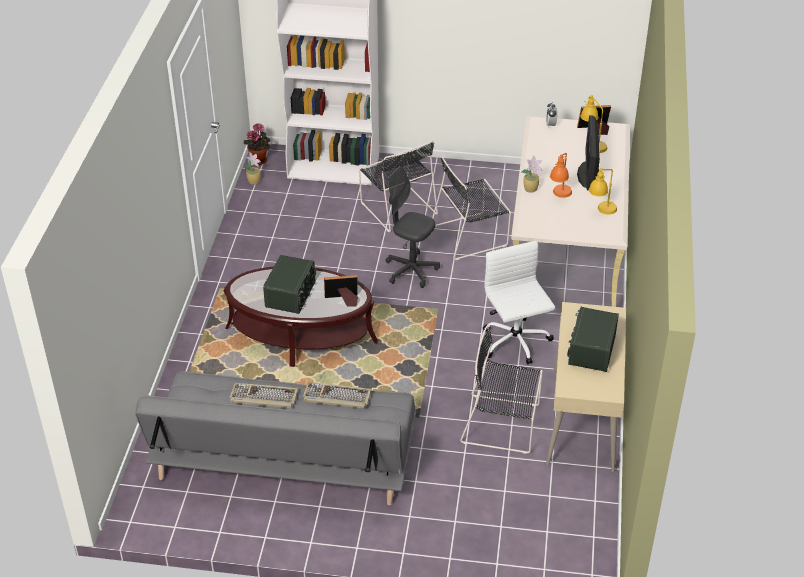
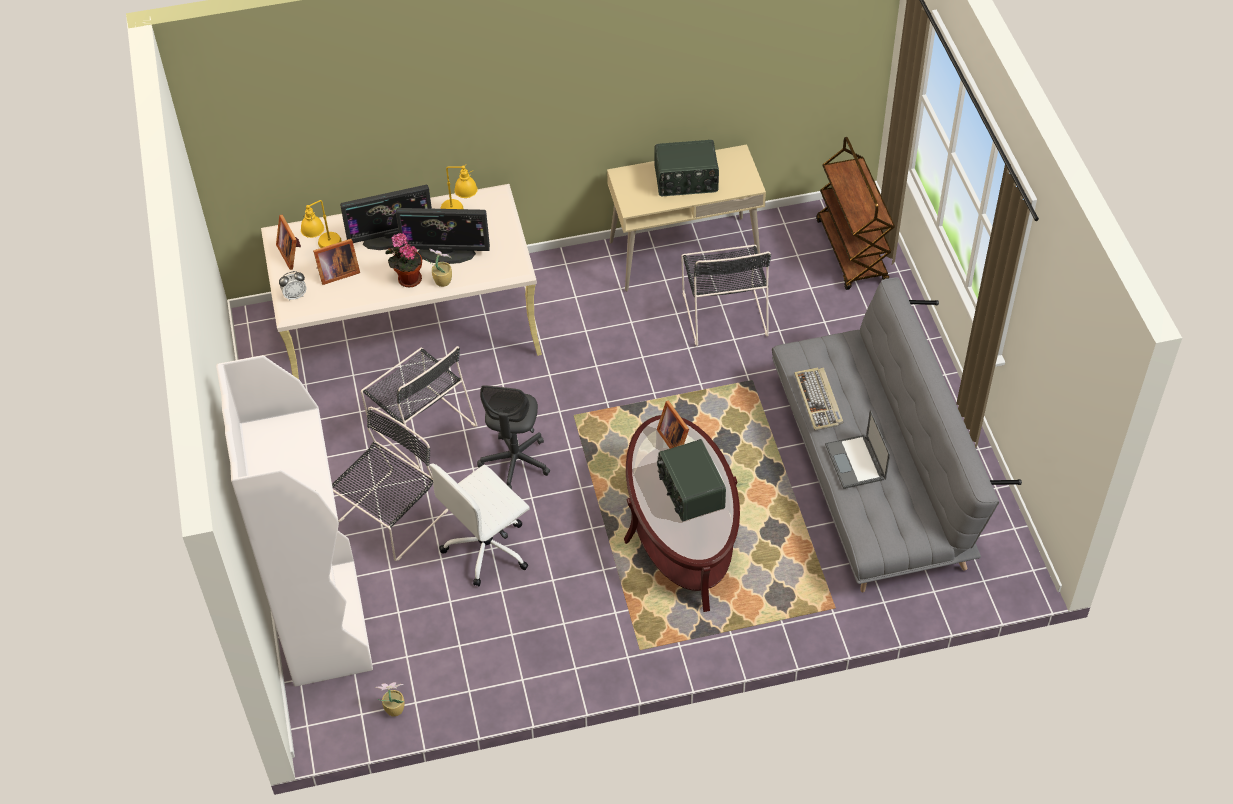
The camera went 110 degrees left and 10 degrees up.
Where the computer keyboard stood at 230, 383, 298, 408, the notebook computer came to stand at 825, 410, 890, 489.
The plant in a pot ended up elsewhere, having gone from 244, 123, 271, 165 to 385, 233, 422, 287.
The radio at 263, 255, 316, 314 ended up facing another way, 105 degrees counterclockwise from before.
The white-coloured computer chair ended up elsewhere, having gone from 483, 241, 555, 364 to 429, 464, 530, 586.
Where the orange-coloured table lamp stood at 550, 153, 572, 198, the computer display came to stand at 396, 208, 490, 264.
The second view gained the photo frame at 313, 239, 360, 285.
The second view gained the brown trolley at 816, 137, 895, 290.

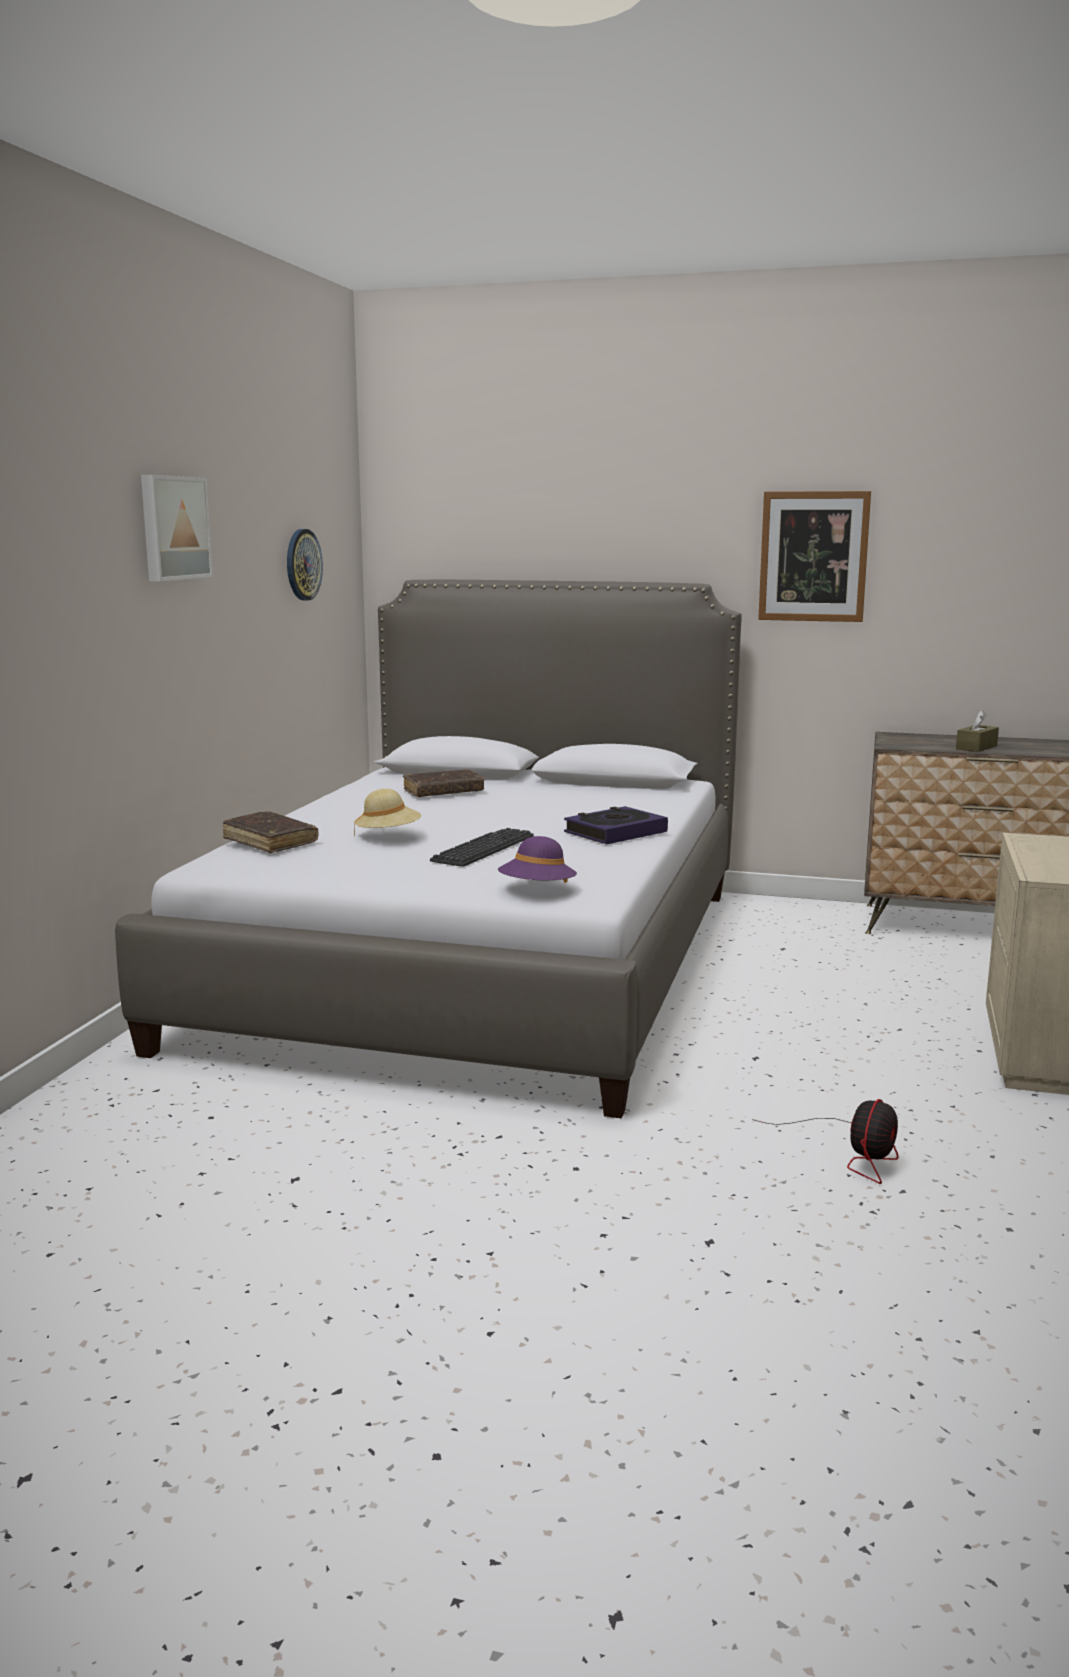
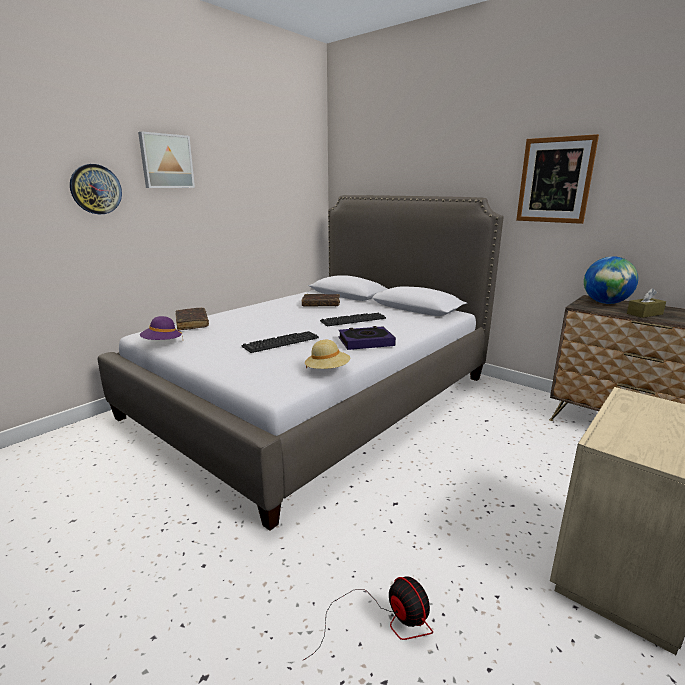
The camera went 25 degrees right and 5 degrees up.
The hanging clock ended up elsewhere, having gone from 287, 529, 323, 601 to 70, 164, 122, 214.
The beige-coloured wearable hat ended up elsewhere, having gone from 354, 789, 421, 836 to 305, 340, 351, 369.
The purplish wearable hat ended up elsewhere, having gone from 498, 836, 577, 883 to 140, 316, 183, 340.
The electric fan at 752, 1099, 899, 1184 ended up facing another way, 90 degrees counterclockwise from before.
The second view gained the computer keyboard at 320, 313, 386, 326.
The second view gained the desk globe at 584, 256, 638, 304.

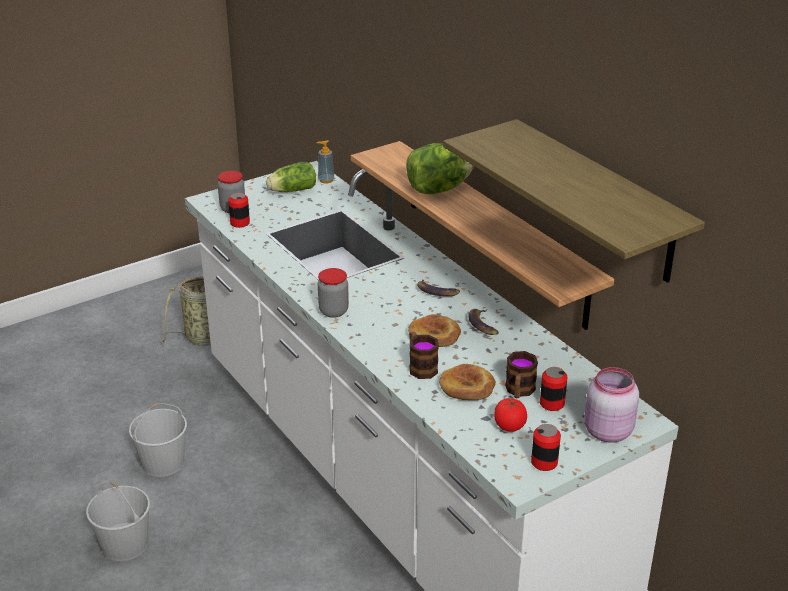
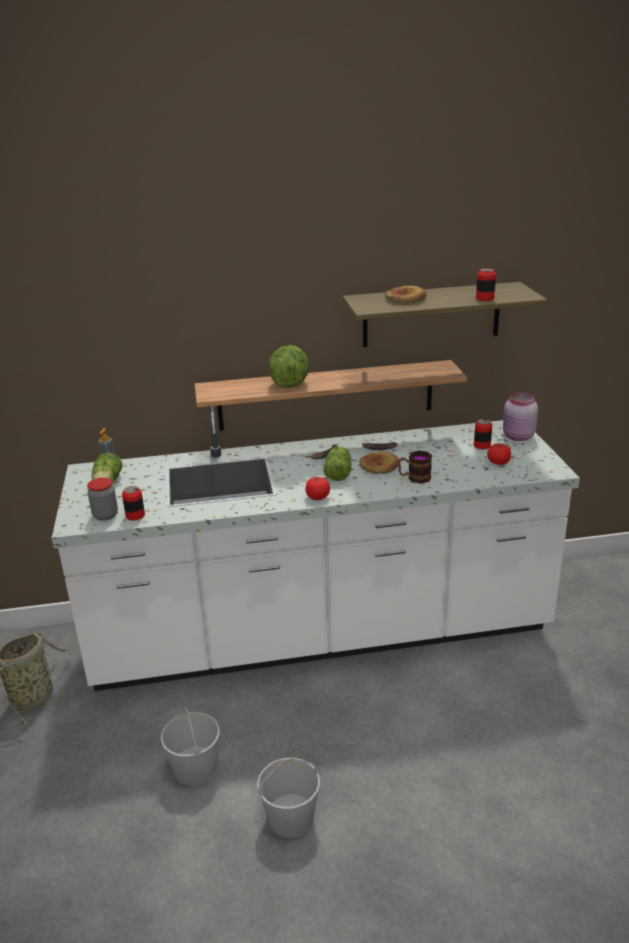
The camera went 65 degrees left and 5 degrees down.
Where the storage jar stood at 318, 268, 349, 318, the whole tomato came to stand at 305, 477, 330, 500.
The bakery bread ended up elsewhere, having gone from 439, 364, 496, 400 to 385, 286, 427, 303.
The second view lost the mug at 505, 351, 538, 398.
The sealed can ended up elsewhere, having gone from 531, 424, 561, 471 to 476, 268, 496, 301.
The second view gained the lettuce at 324, 446, 352, 481.

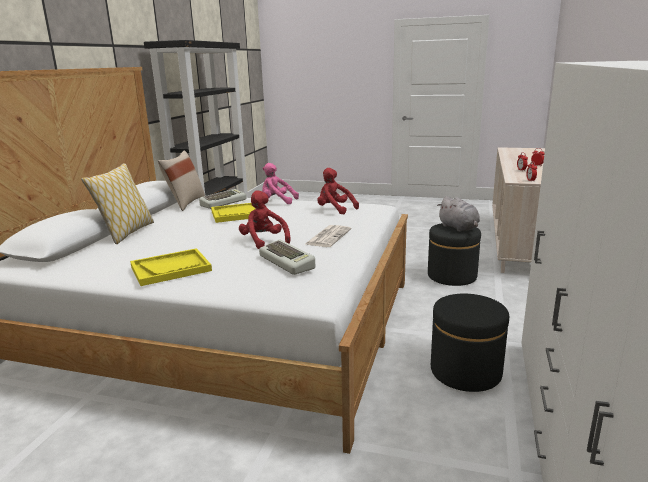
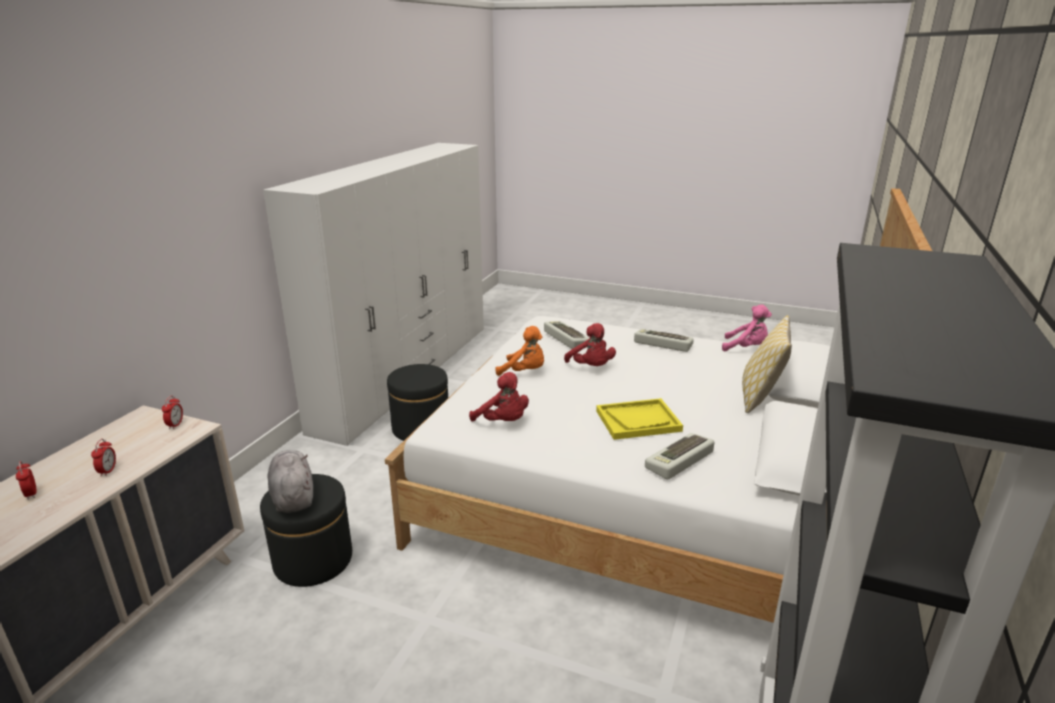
The camera went 175 degrees left and 5 degrees up.
Where the yellow-coloured serving tray stood at 130, 248, 212, 286, the computer keyboard came to stand at 634, 329, 694, 352.
The second view lost the beige-coloured cushion at 158, 150, 205, 211.
The pink plush toy ended up elsewhere, having gone from 262, 163, 299, 204 to 722, 305, 772, 351.
Where the newspaper stood at 306, 225, 351, 247, the orange-coloured plush toy came to stand at 496, 326, 544, 376.

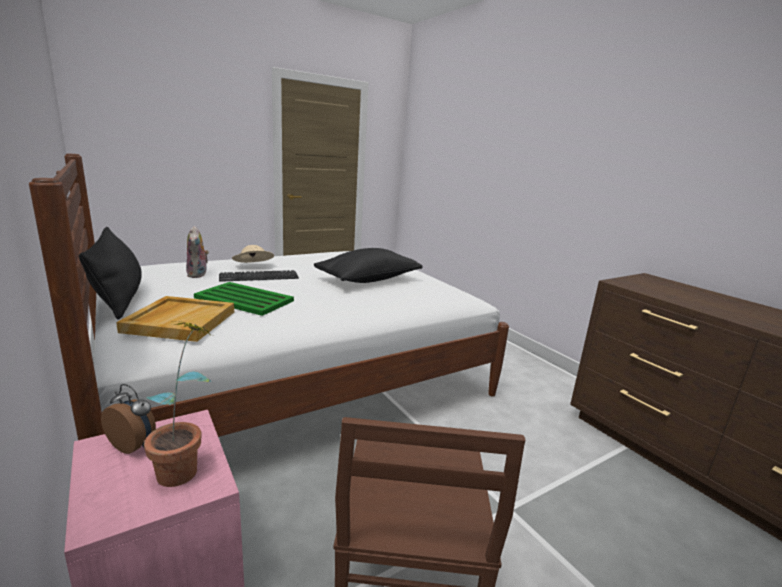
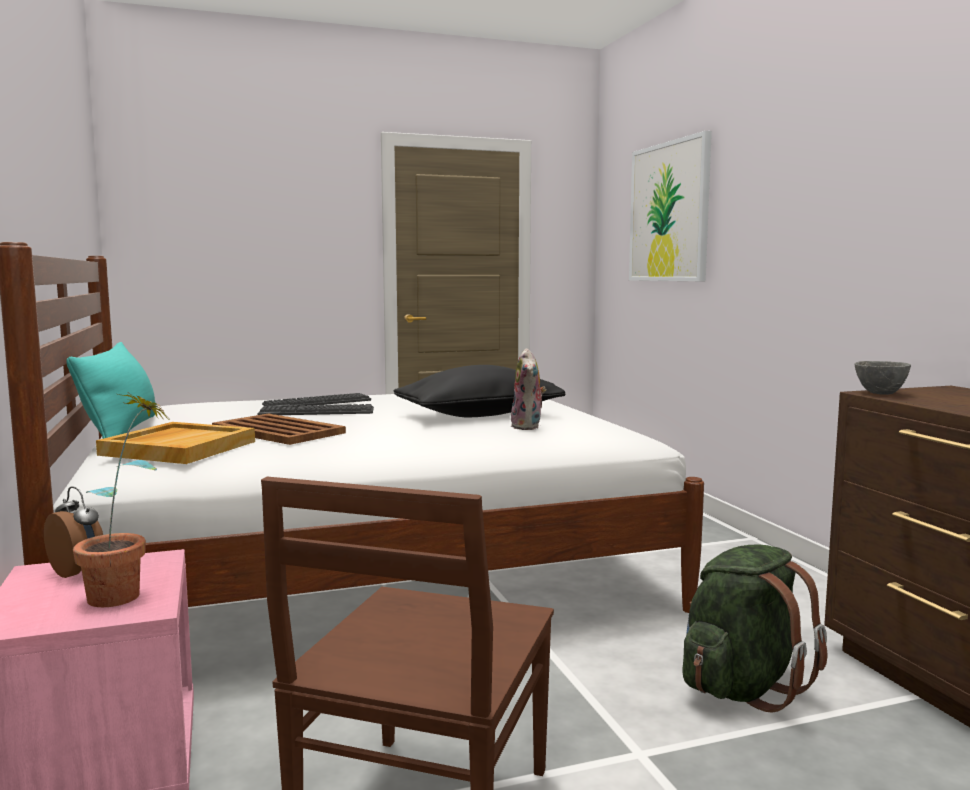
The camera went 15 degrees right and 10 degrees down.
What was the black-coloured cushion at 79, 227, 142, 319 turned into the turquoise-coloured cushion at 66, 342, 156, 439.
The plush toy ended up elsewhere, having gone from 186, 226, 209, 278 to 511, 348, 546, 430.
What was the greenish serving tray at 194, 282, 294, 316 turned into the brown serving tray at 212, 414, 346, 445.
Where the beige-coloured wearable hat stood at 232, 245, 274, 263, the computer keyboard came to stand at 262, 393, 371, 407.
The second view gained the wall art at 629, 131, 712, 281.
The second view gained the greenish knapsack at 682, 544, 828, 713.
The second view gained the grey deep dish at 854, 361, 911, 395.

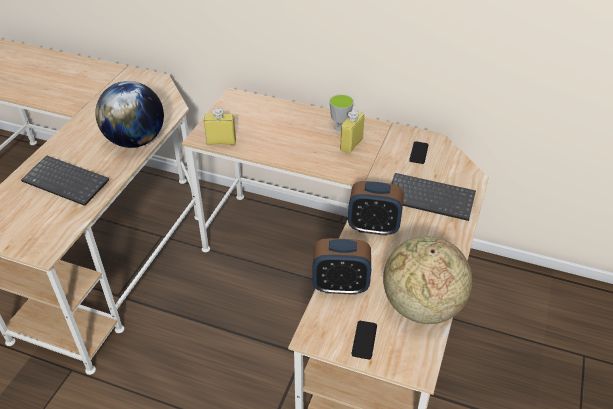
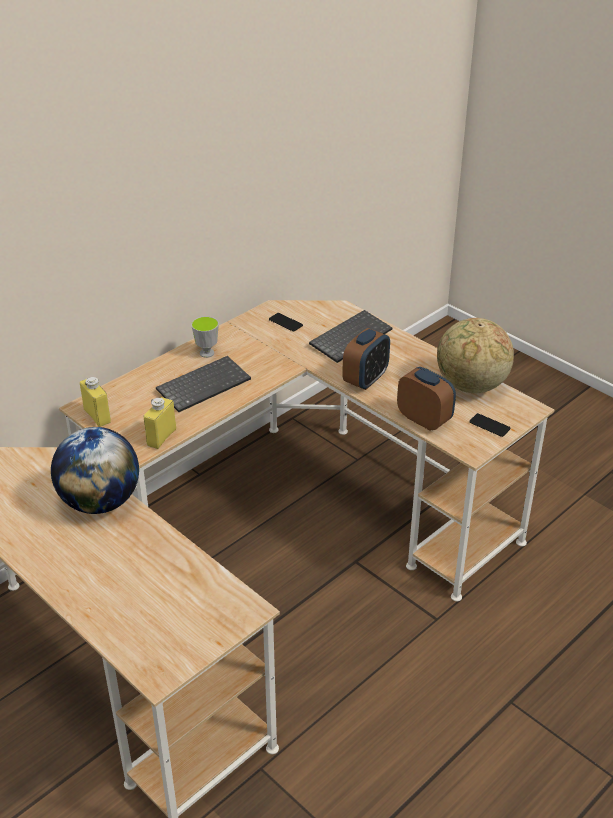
The camera went 65 degrees left and 5 degrees down.
The computer keyboard ended up elsewhere, having gone from 21, 155, 109, 206 to 156, 356, 251, 412.
The table clock at 312, 238, 371, 295 ended up facing another way, 75 degrees counterclockwise from before.
The yellow-coloured bottle ended up elsewhere, having gone from 340, 111, 365, 154 to 80, 377, 111, 427.

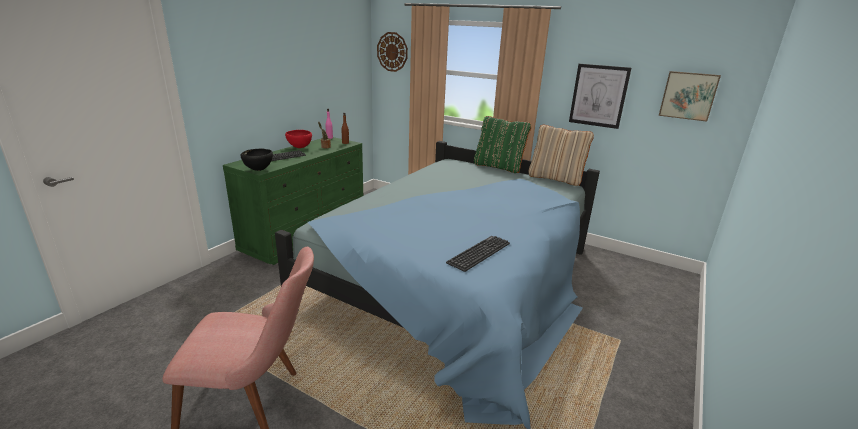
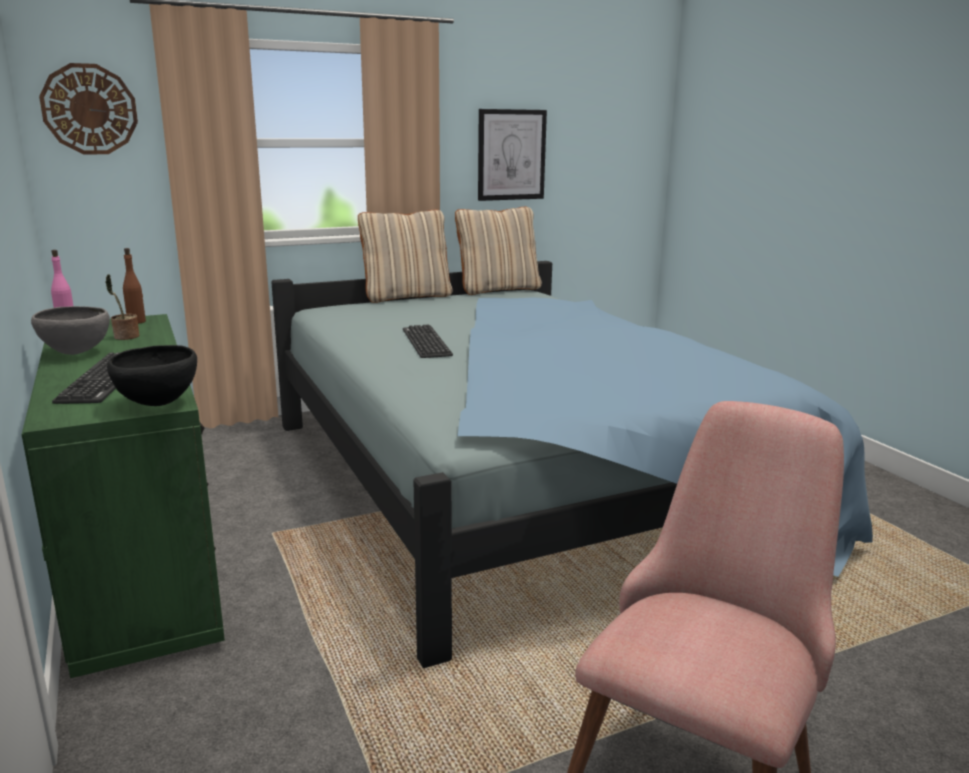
The camera went 55 degrees left and 5 degrees down.
What was the red deep dish at 285, 130, 312, 148 turned into the grey deep dish at 31, 306, 110, 355.
The computer keyboard ended up elsewhere, having gone from 446, 236, 510, 272 to 403, 325, 453, 358.
What was the greenish cushion at 474, 116, 531, 173 turned into the beige-coloured cushion at 358, 210, 452, 303.
The second view lost the wall art at 659, 71, 721, 122.

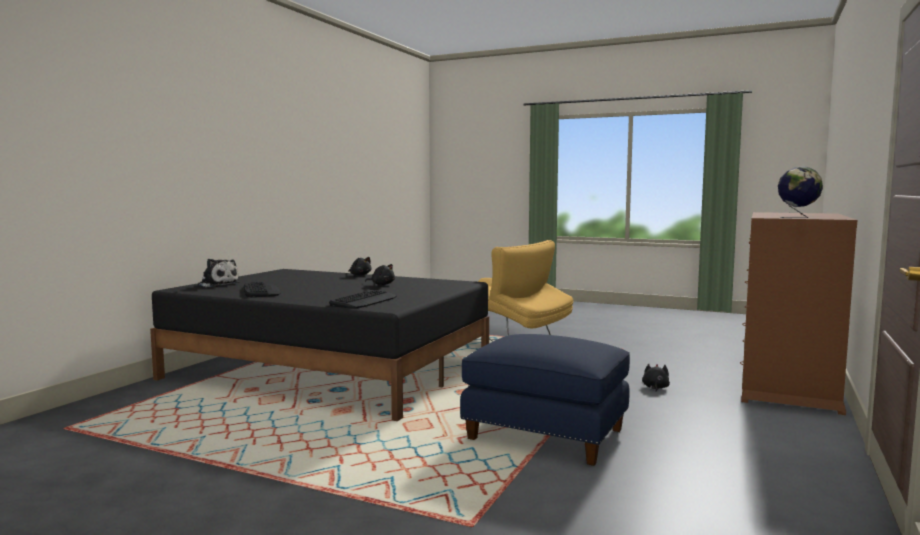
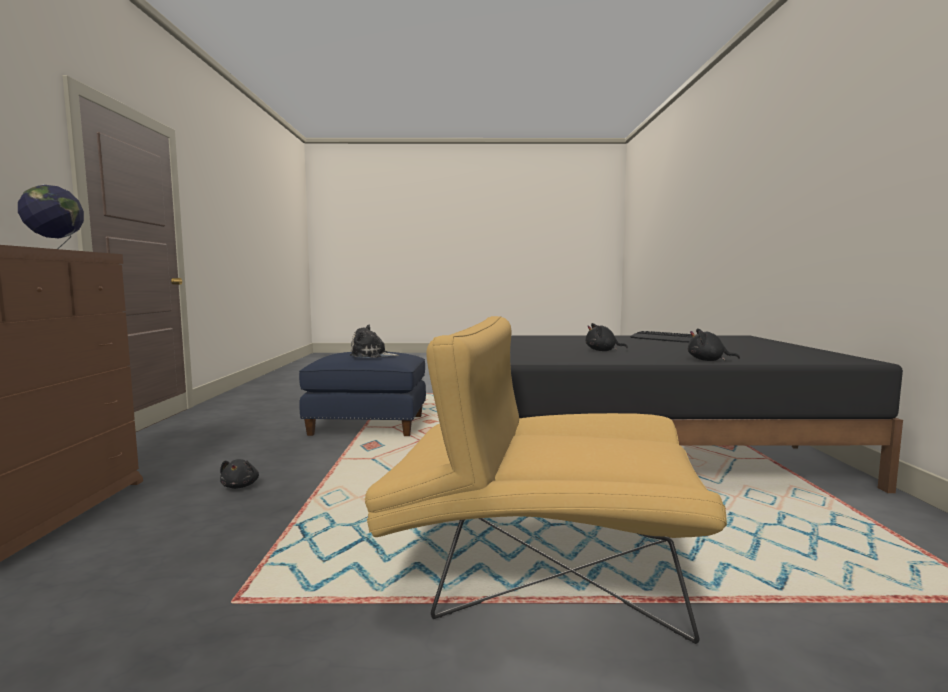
The camera went 155 degrees right and 0 degrees up.
The plush toy ended up elsewhere, having gone from 198, 259, 240, 287 to 350, 325, 399, 358.
The second view lost the computer keyboard at 329, 290, 397, 308.

